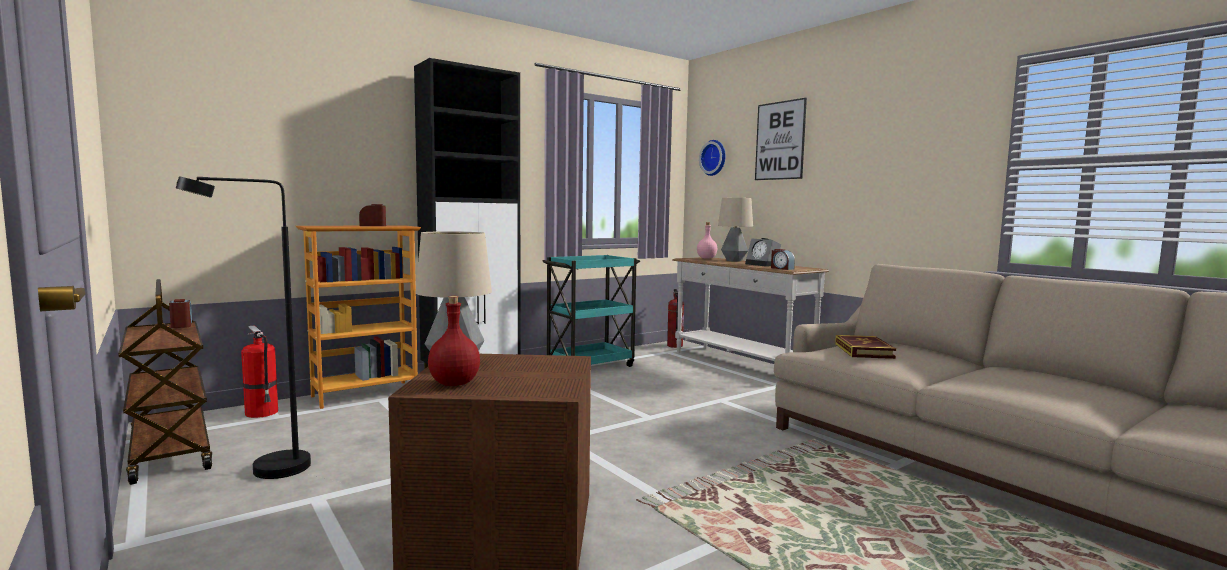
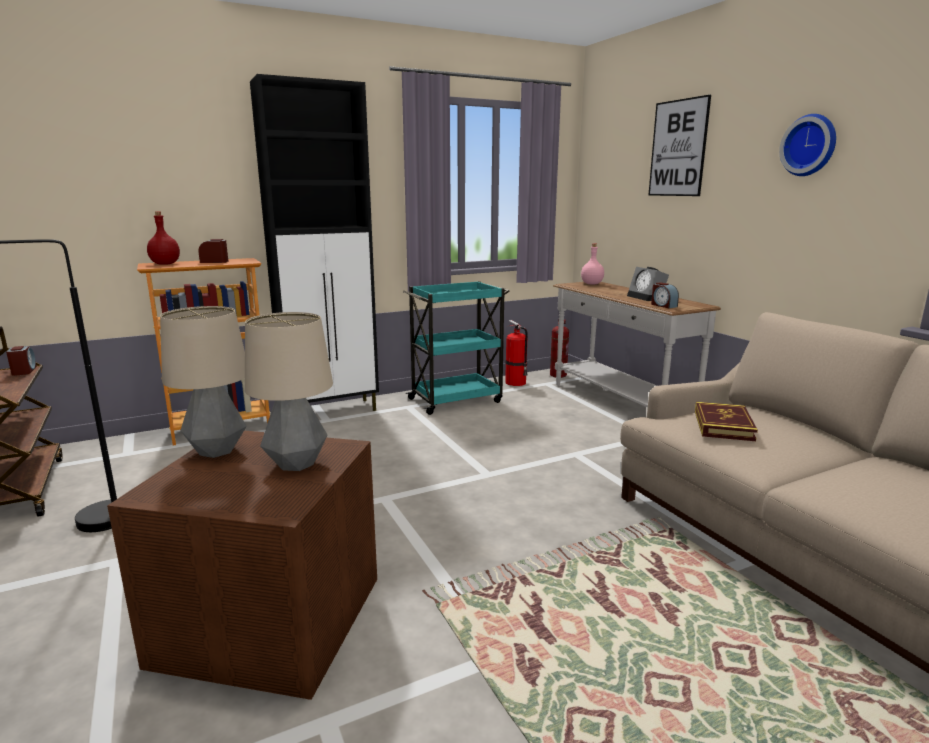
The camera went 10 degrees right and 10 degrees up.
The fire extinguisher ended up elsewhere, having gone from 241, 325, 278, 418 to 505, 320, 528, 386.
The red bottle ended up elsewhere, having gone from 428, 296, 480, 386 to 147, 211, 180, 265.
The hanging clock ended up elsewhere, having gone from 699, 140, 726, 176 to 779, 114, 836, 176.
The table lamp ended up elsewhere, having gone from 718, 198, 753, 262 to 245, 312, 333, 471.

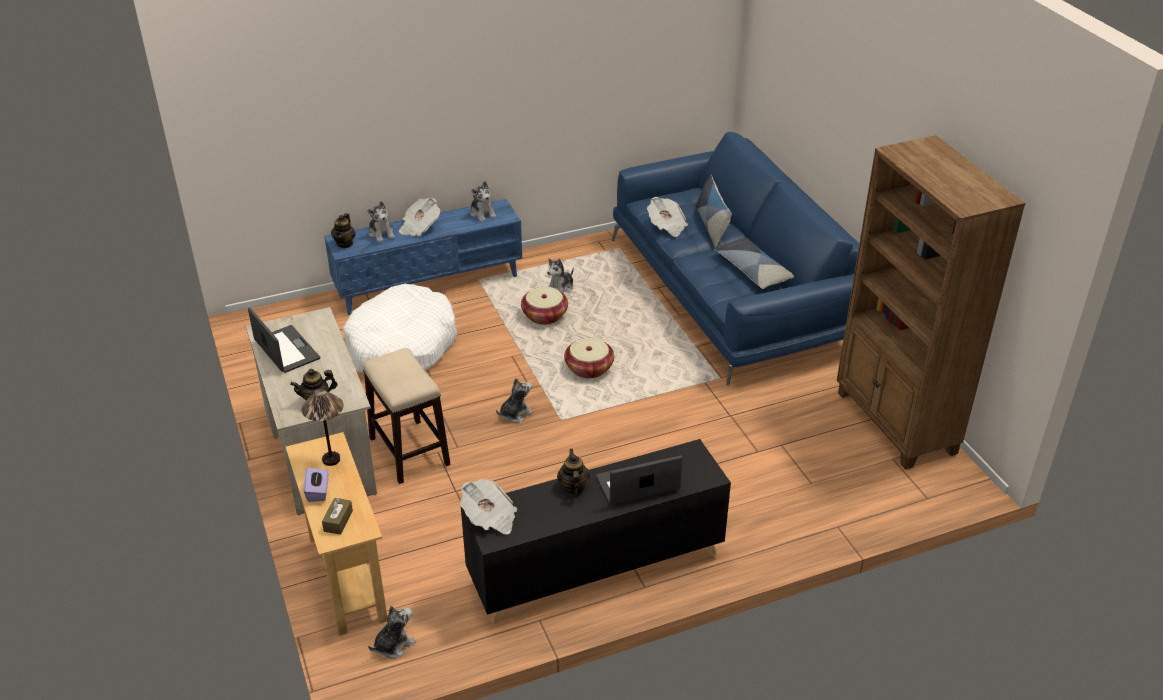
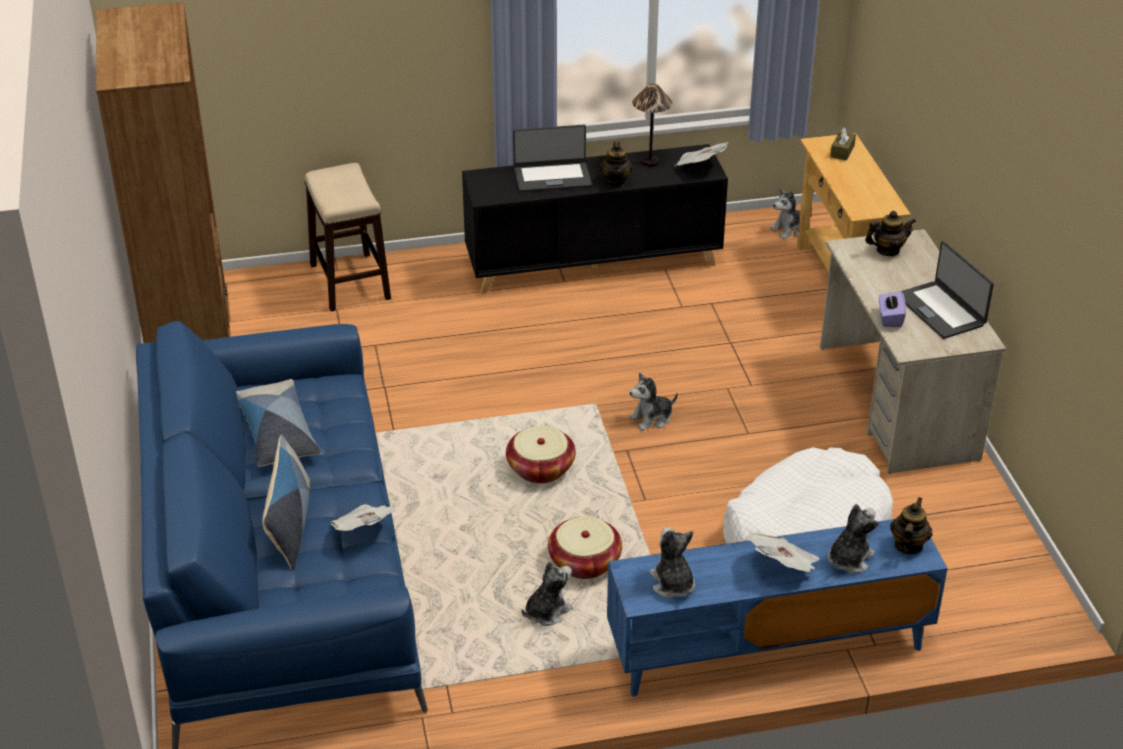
The camera went 170 degrees left and 0 degrees up.
The table lamp ended up elsewhere, having gone from 301, 389, 344, 466 to 632, 84, 672, 167.
The purplish box of tissues ended up elsewhere, having gone from 304, 468, 328, 502 to 879, 292, 906, 327.
The stool ended up elsewhere, having gone from 363, 348, 451, 484 to 304, 163, 391, 311.
The plush toy at 368, 201, 395, 243 ended up facing another way, 60 degrees clockwise from before.

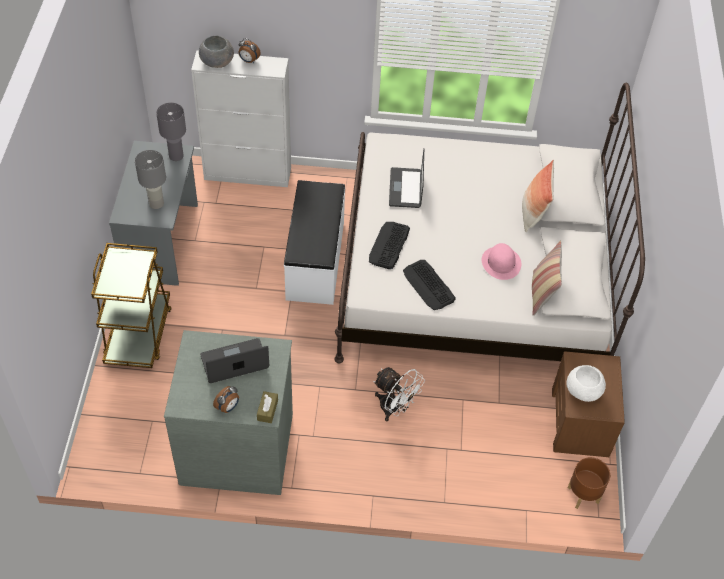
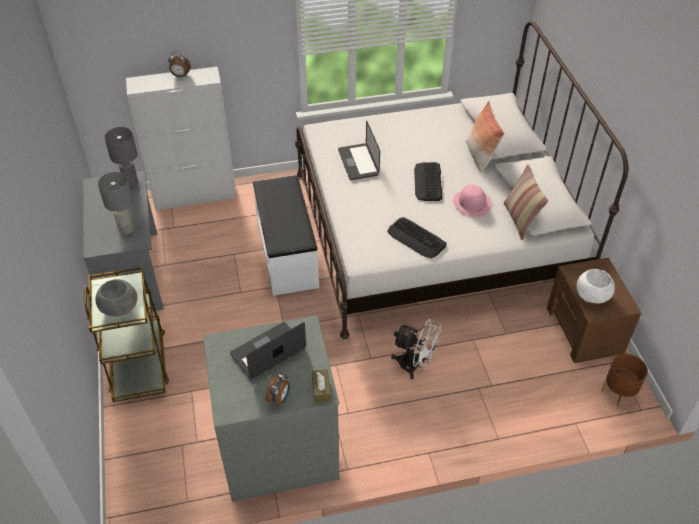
The camera went 15 degrees left and 5 degrees down.
The grey deep dish ended up elsewhere, having gone from 199, 36, 234, 68 to 96, 279, 137, 316.
The computer keyboard ended up elsewhere, having gone from 369, 222, 410, 269 to 414, 162, 442, 201.

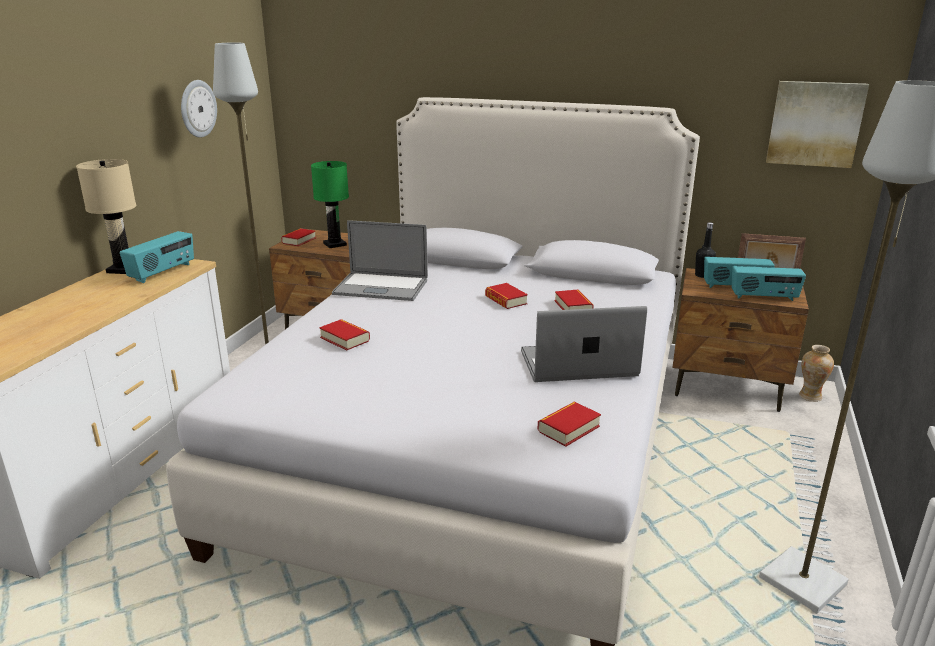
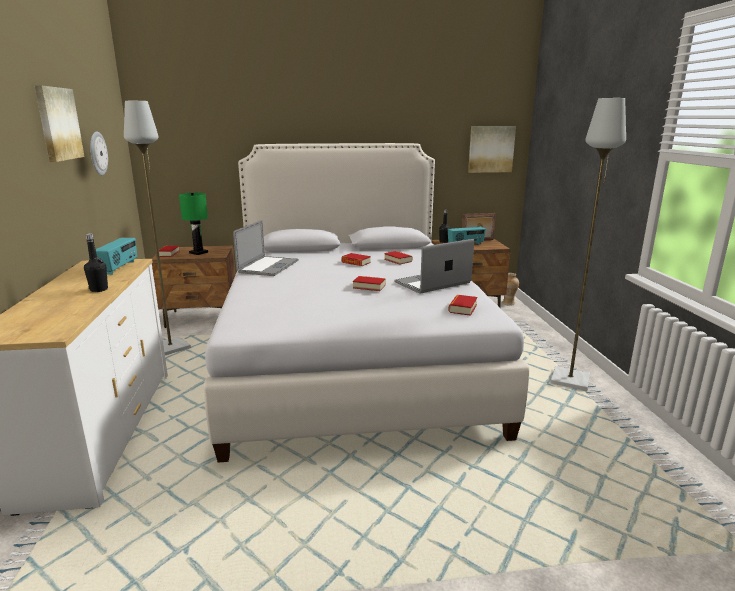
The camera went 25 degrees left and 5 degrees down.
The second view lost the beige-coloured table lamp at 76, 159, 136, 274.
The bound book ended up elsewhere, having gone from 319, 319, 370, 351 to 353, 276, 386, 291.
The notebook computer at 332, 220, 428, 301 ended up facing another way, 60 degrees counterclockwise from before.
The second view lost the radio at 732, 266, 806, 301.
The second view gained the wall art at 34, 85, 85, 162.
The second view gained the black-coloured bottle at 84, 233, 108, 292.

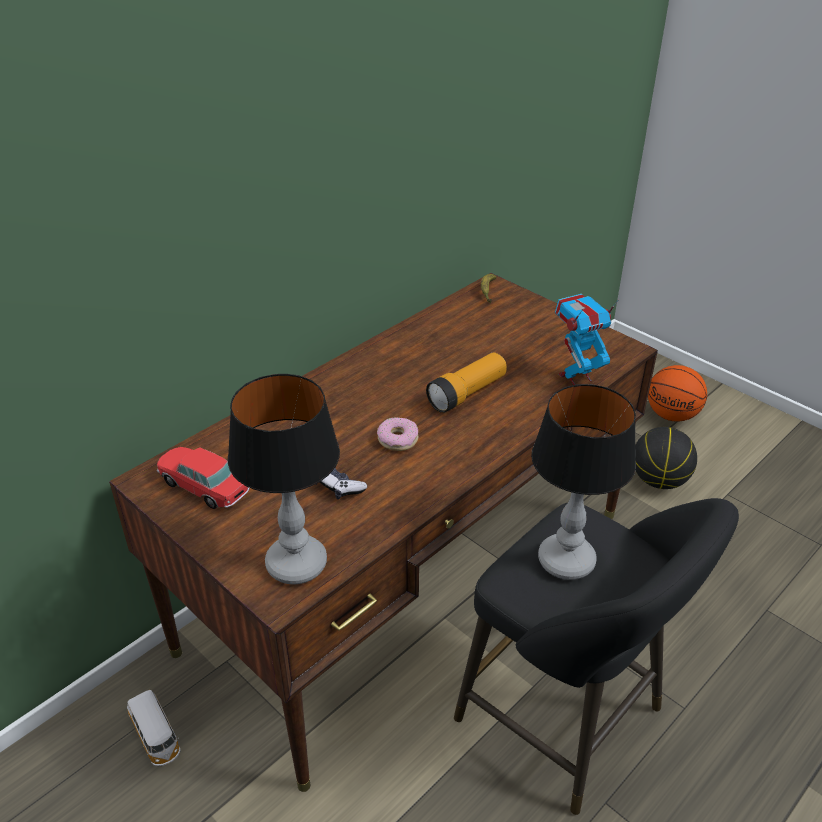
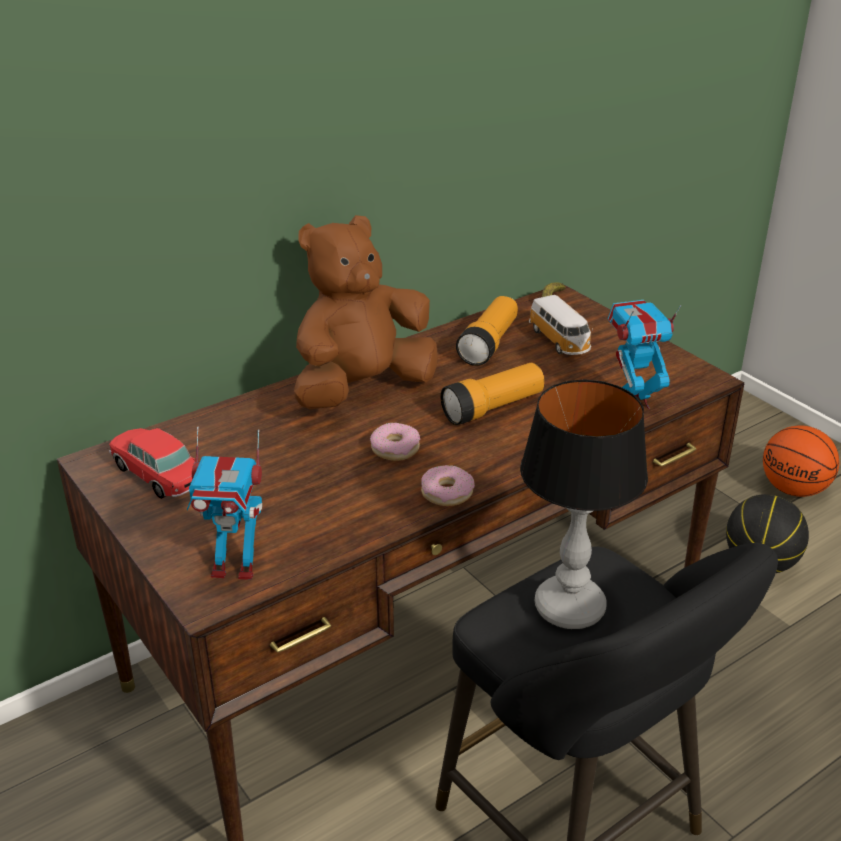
The camera went 10 degrees right and 5 degrees down.
The miniature car ended up elsewhere, having gone from 127, 690, 180, 766 to 529, 295, 593, 355.
Where the table lamp stood at 228, 374, 340, 584, the toy robot came to stand at 187, 427, 262, 580.
The second view lost the joypad at 315, 468, 367, 500.
The second view gained the brown plush toy at 294, 215, 437, 409.
The second view gained the doughnut at 421, 465, 475, 506.
The second view gained the hand torch at 456, 296, 518, 366.

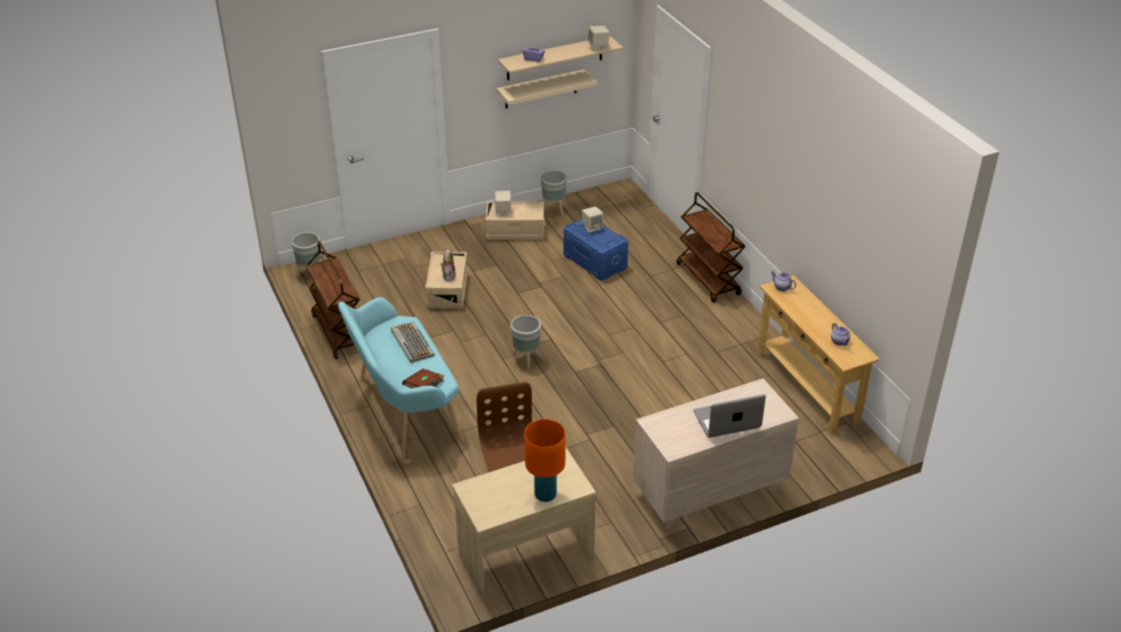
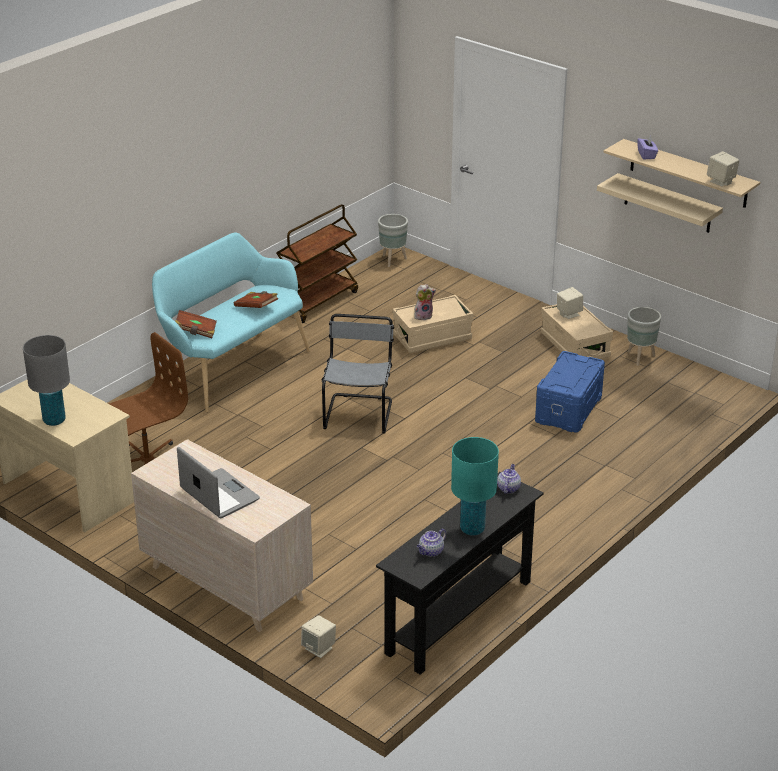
The camera went 65 degrees right and 5 degrees down.
Where the computer keyboard stood at 391, 322, 435, 363, the brown bound book came to stand at 234, 291, 278, 308.
Where the grey planter stood at 510, 315, 541, 369, the grey upright chair came to stand at 322, 314, 394, 433.
What was the orange-coloured table lamp at 524, 419, 566, 502 turned into the grey table lamp at 23, 335, 70, 426.
The beige-coloured audio speaker ended up elsewhere, having gone from 582, 206, 604, 233 to 301, 615, 336, 658.
The second view lost the brown trolley at 676, 192, 746, 302.
What was the beige-coloured console table at 757, 275, 880, 434 turned into the black-coloured console table at 376, 472, 544, 675.
The second view gained the turquoise-coloured table lamp at 451, 437, 499, 536.

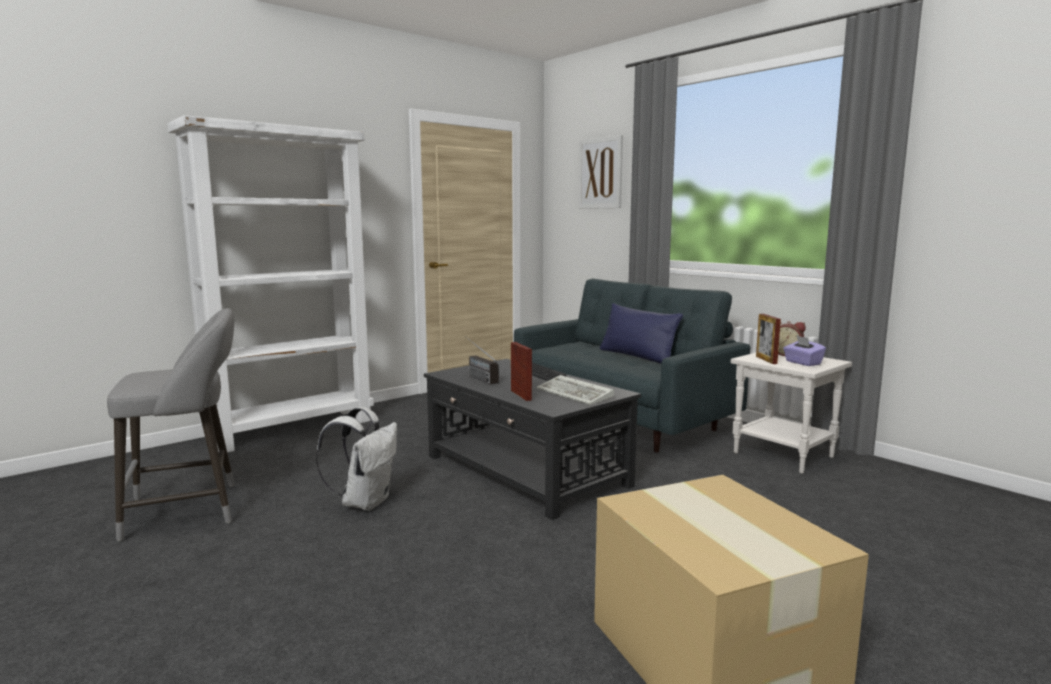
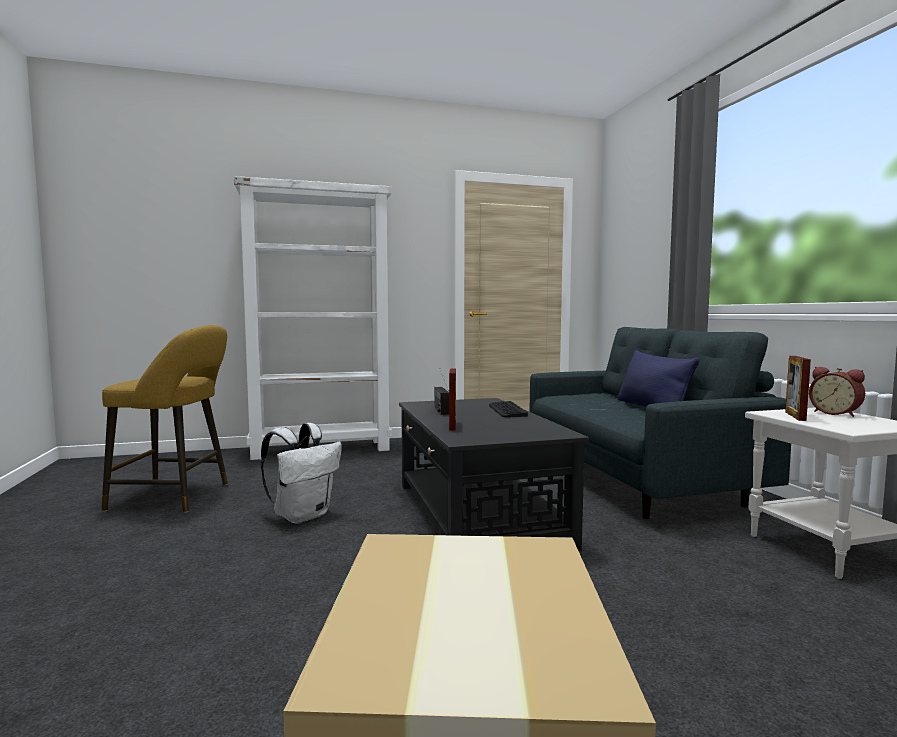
The camera went 25 degrees right and 5 degrees down.
What was the grey stool at 107, 308, 234, 541 turned into the yellow-coloured stool at 102, 325, 228, 513.
The second view lost the computer keyboard at 536, 375, 614, 405.
The second view lost the wall art at 578, 135, 623, 209.
The second view lost the purplish box of tissues at 783, 336, 826, 366.

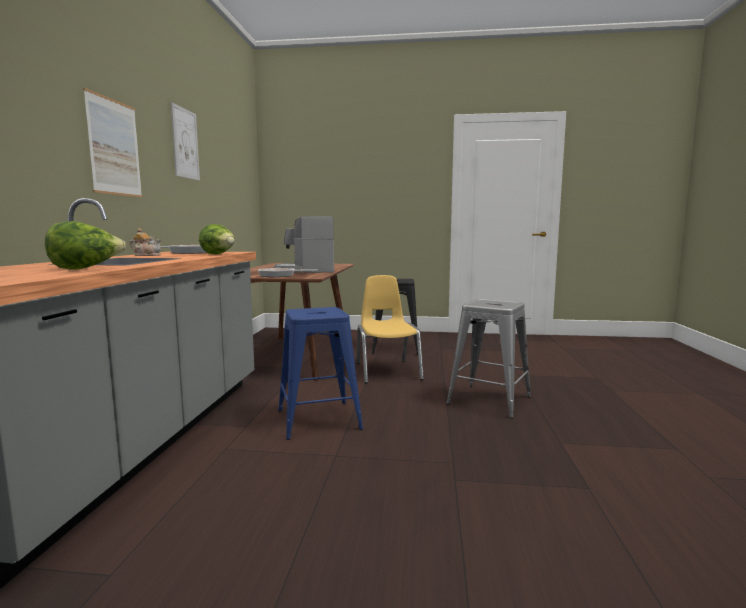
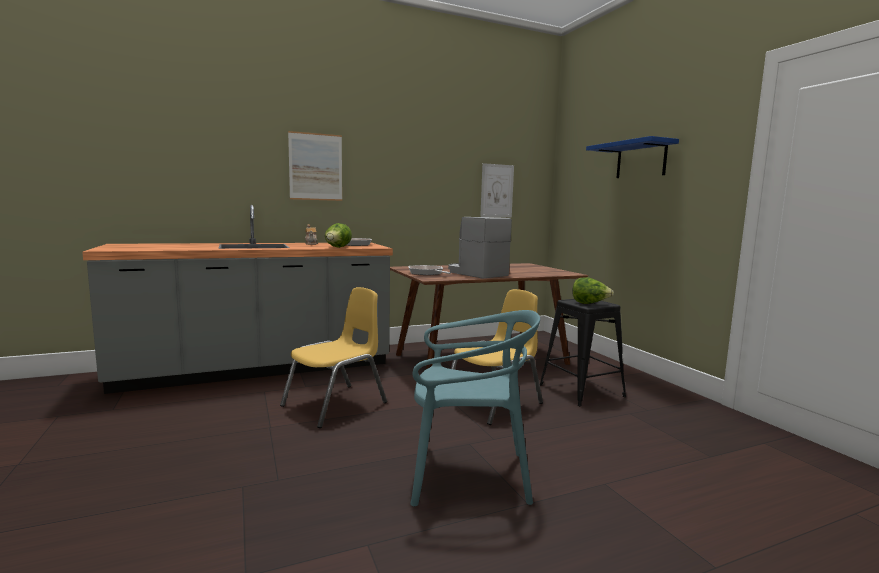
The camera went 60 degrees right and 0 degrees up.
The lettuce ended up elsewhere, having gone from 45, 221, 126, 269 to 572, 277, 614, 304.
The wall art ended up elsewhere, having gone from 171, 102, 200, 181 to 480, 163, 514, 217.
Where the blue-coloured stool stood at 278, 307, 363, 440, the yellow-coloured upright chair came to stand at 280, 287, 387, 428.
Where the grey stool stood at 446, 299, 531, 418, the turquoise-coloured upright chair came to stand at 410, 310, 540, 506.
The second view gained the blue-coloured shelf at 586, 136, 679, 178.

